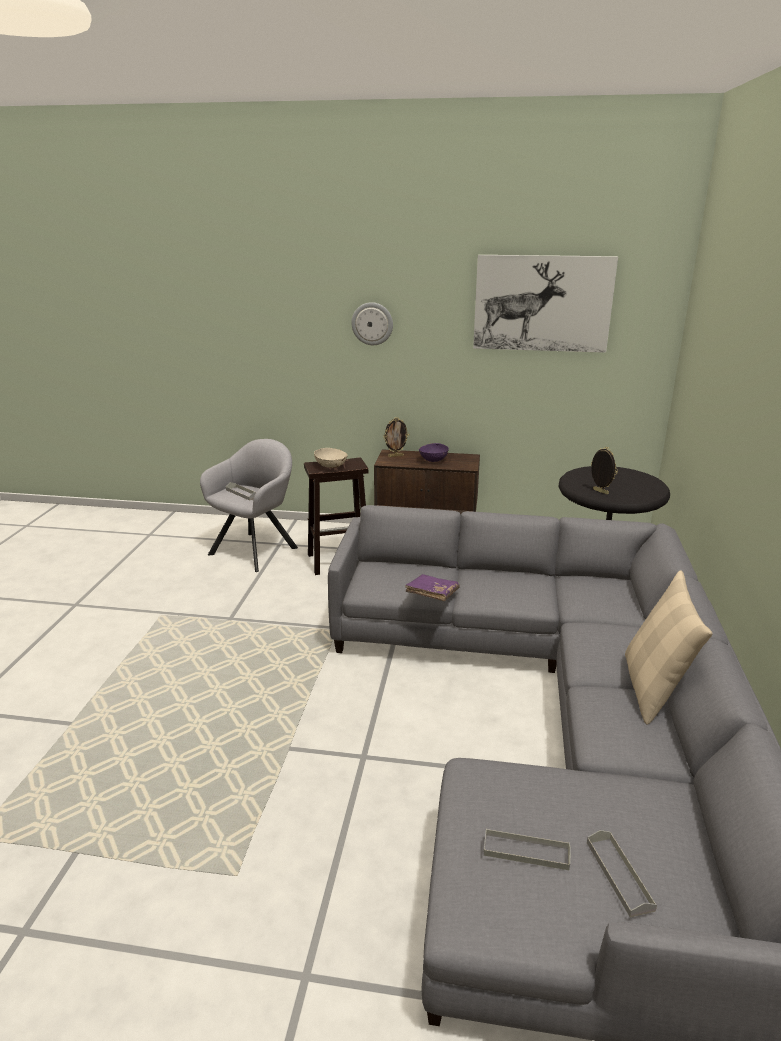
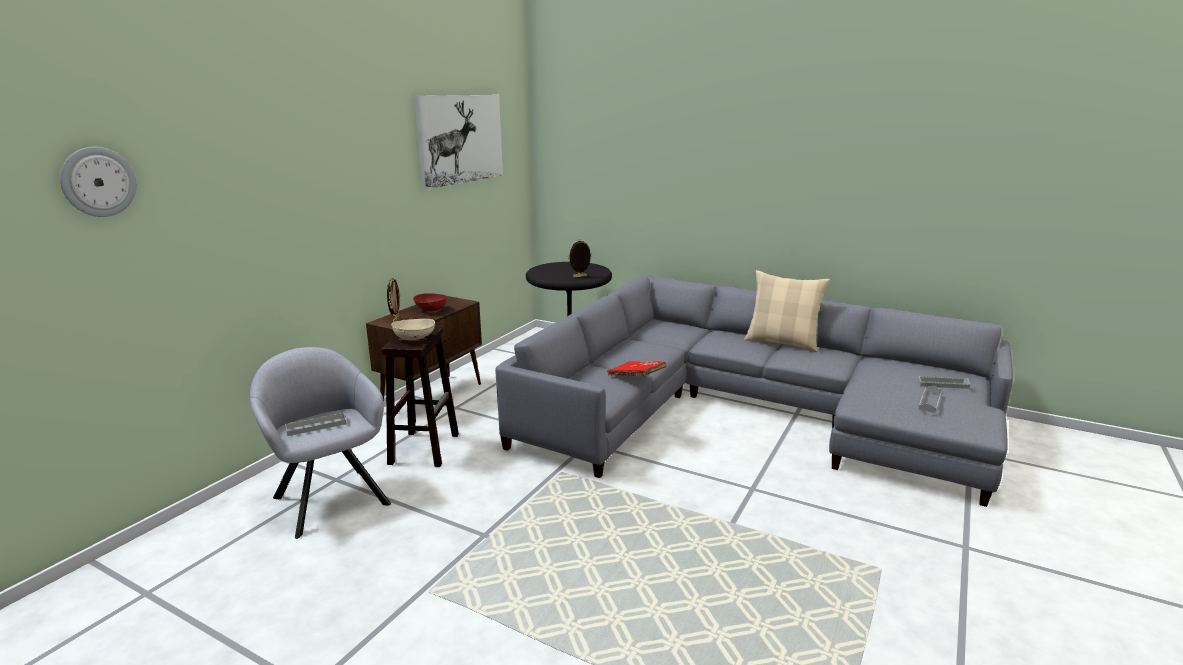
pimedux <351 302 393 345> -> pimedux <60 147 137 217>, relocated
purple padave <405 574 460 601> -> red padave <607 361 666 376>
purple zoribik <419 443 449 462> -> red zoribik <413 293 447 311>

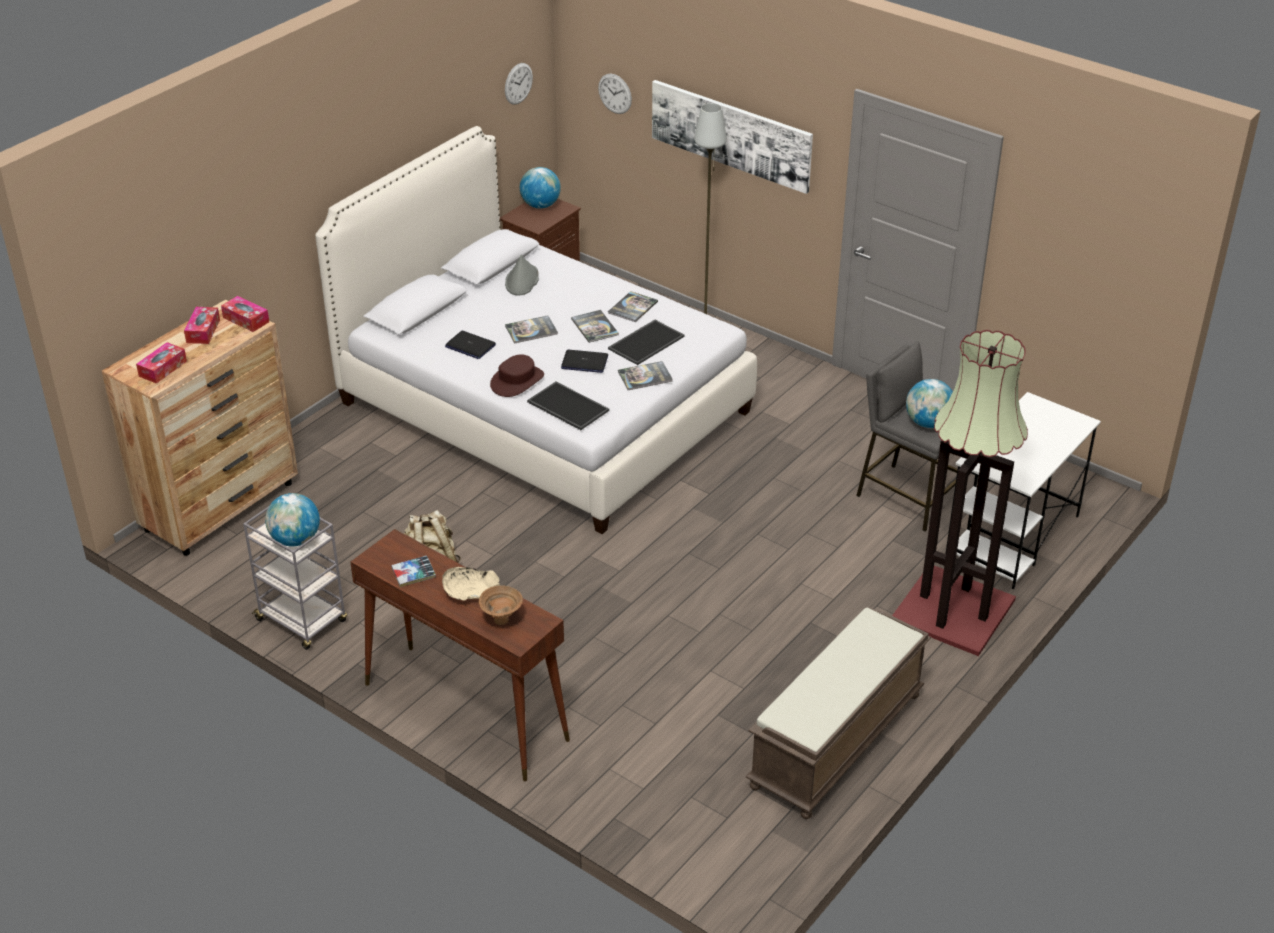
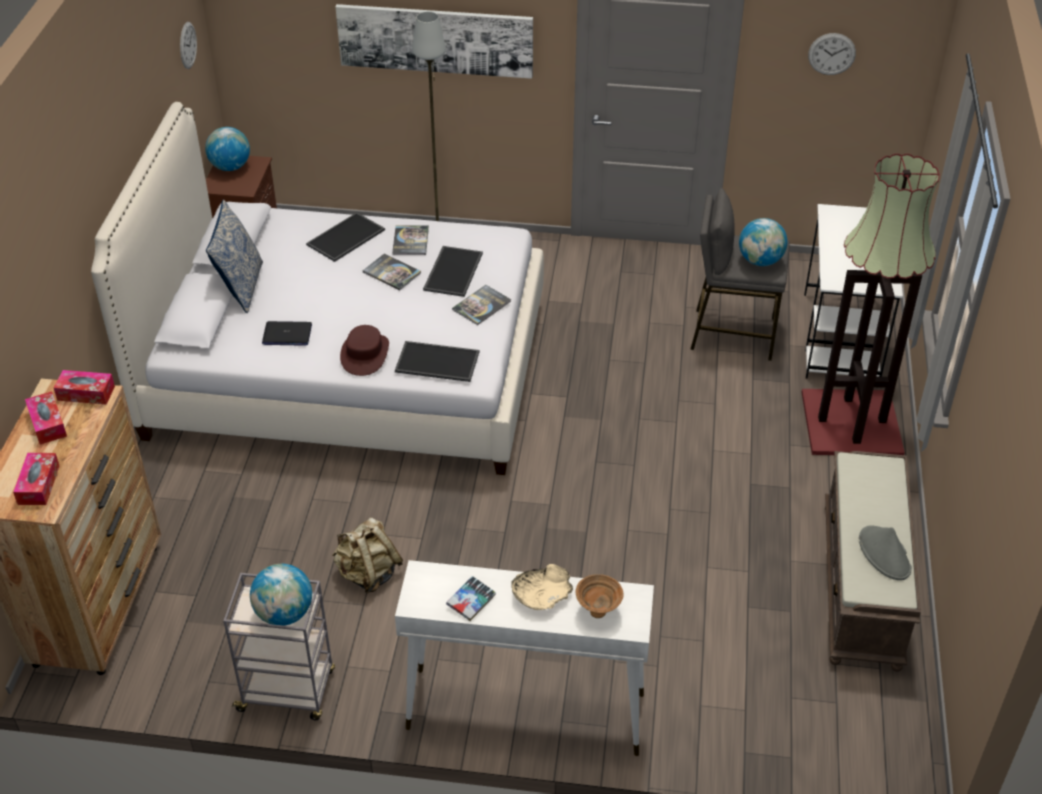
padave <505 315 558 344> -> none
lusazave <561 350 608 373> -> none
none -> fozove <206 199 263 313>
none -> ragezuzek <306 212 385 262>
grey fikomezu <505 255 539 295> -> grey fikomezu <859 525 912 580>, relocated
pimedux <598 74 632 114> -> pimedux <808 33 856 75>, relocated
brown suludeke <350 529 570 781> -> white suludeke <395 560 654 756>

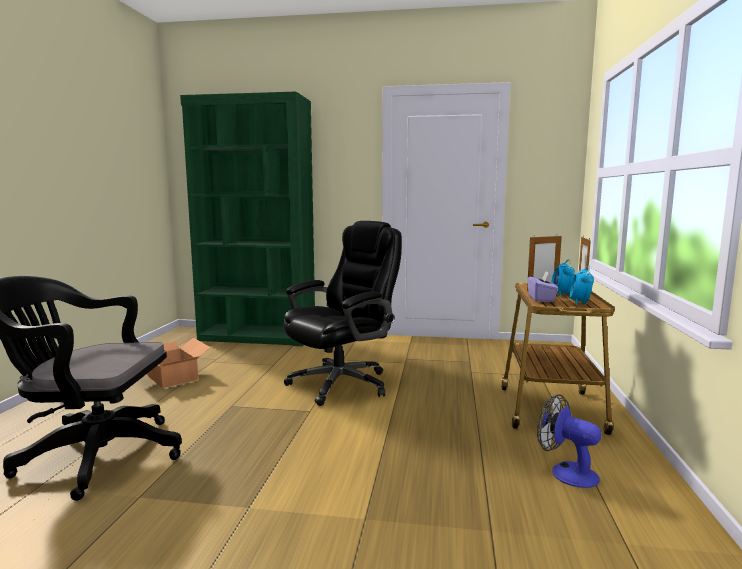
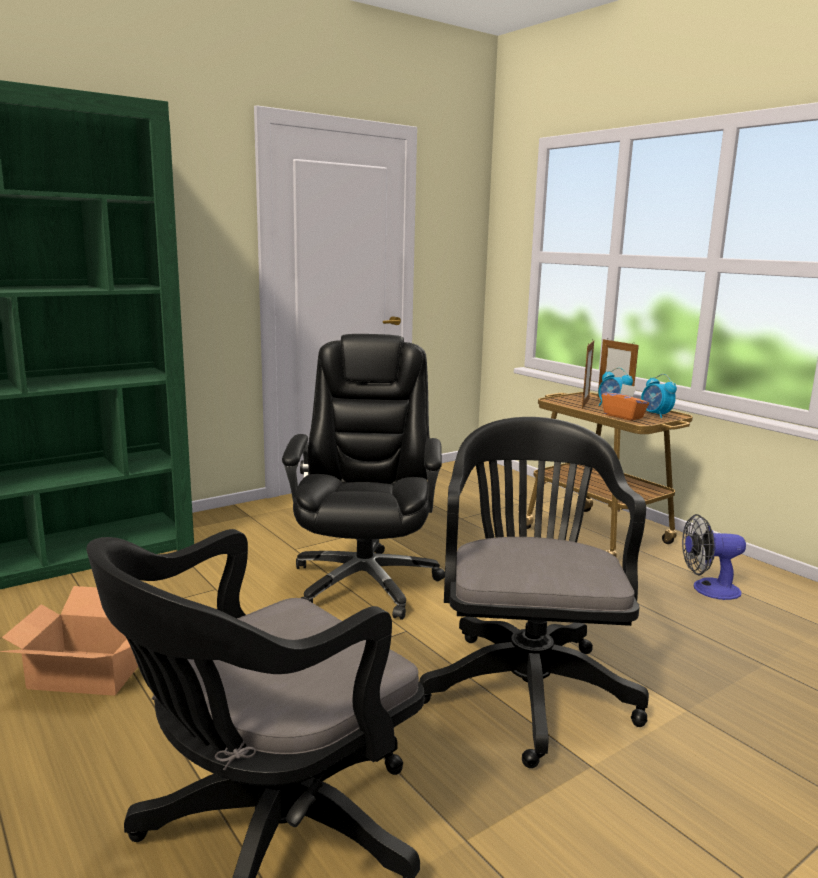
none -> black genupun <419 417 649 768>
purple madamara <527 271 558 302> -> orange madamara <602 384 649 420>

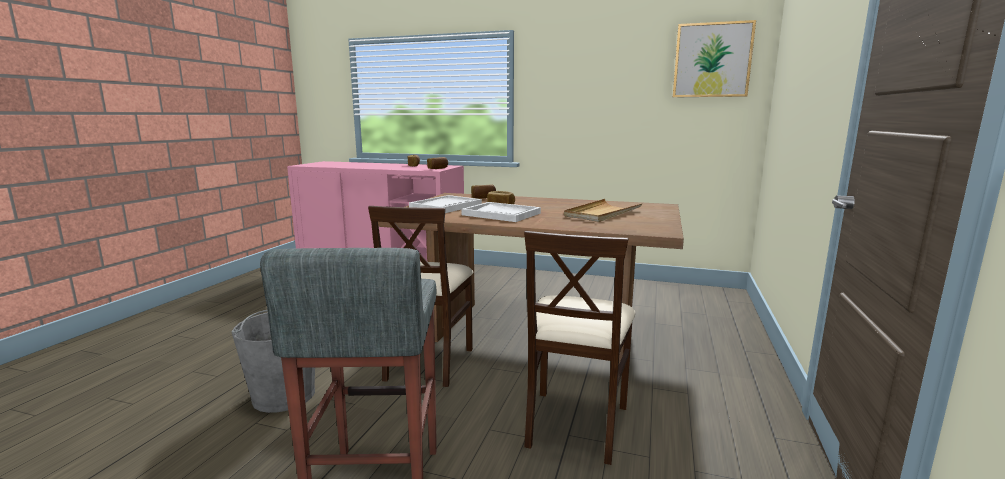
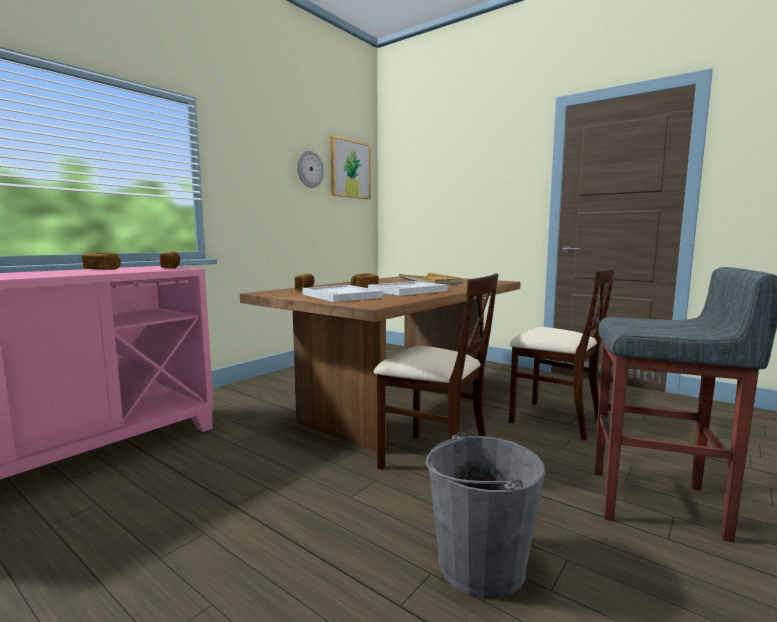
none -> pimedux <297 151 324 188>

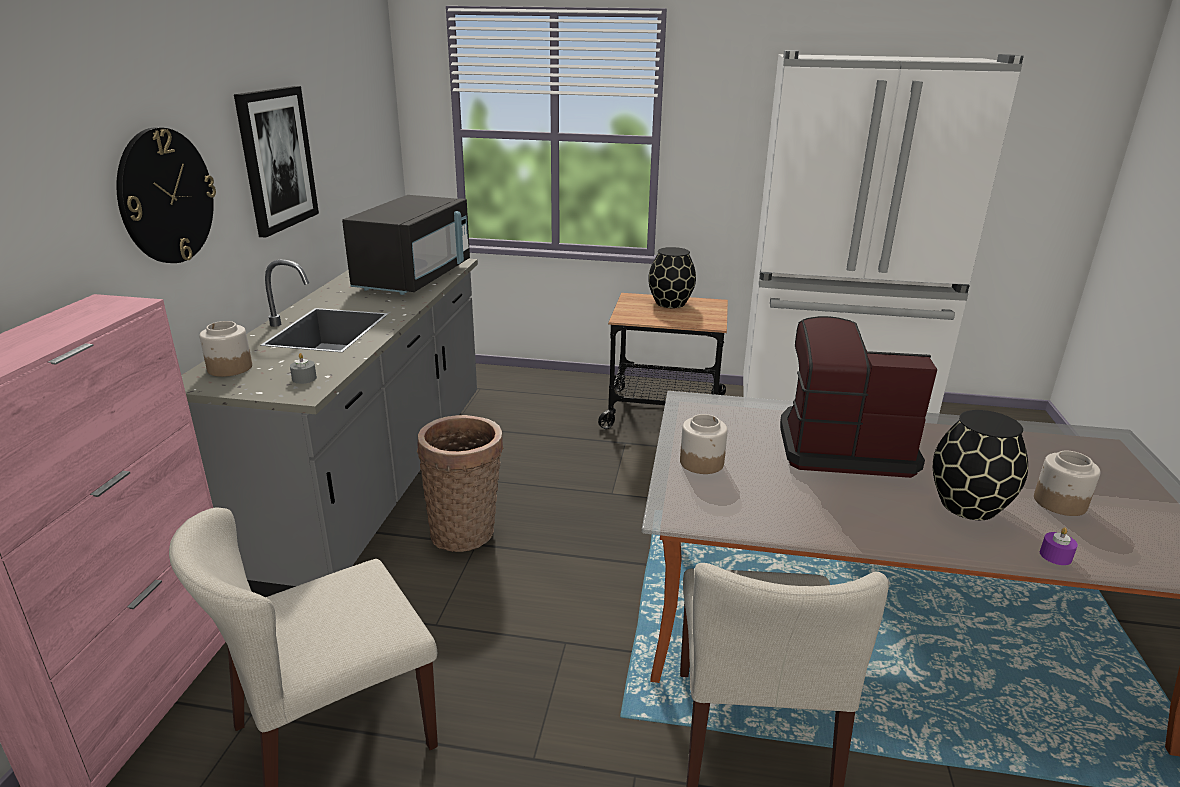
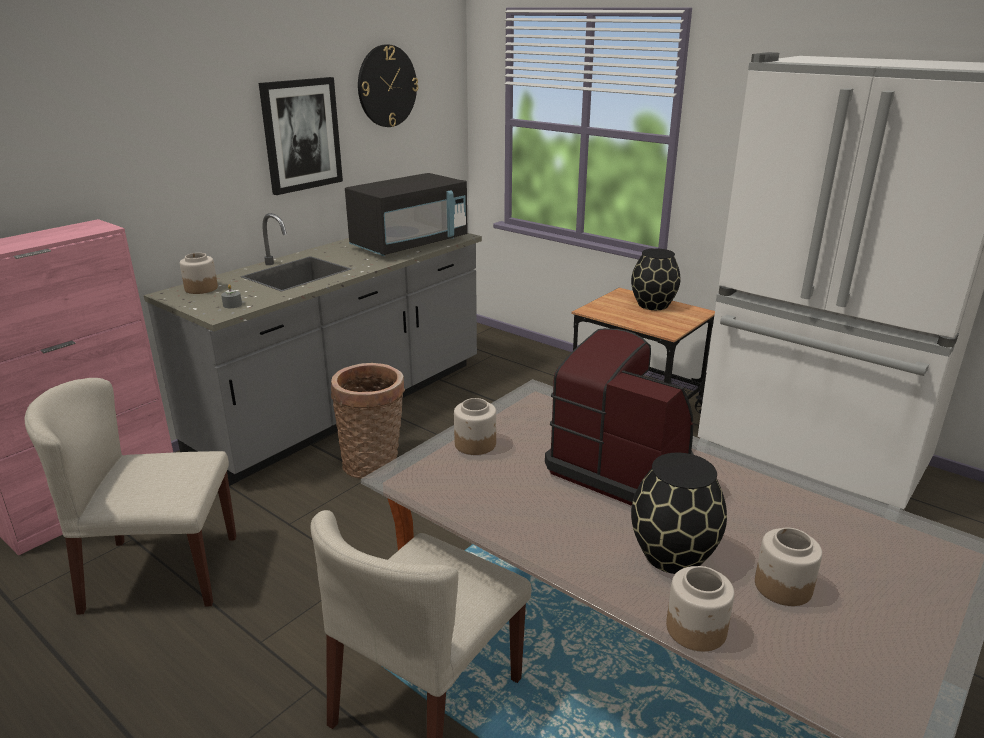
pimedux <116 127 216 263> -> pimedux <358 44 418 127>, relocated
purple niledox <1040 528 1078 565> -> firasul <666 566 734 651>

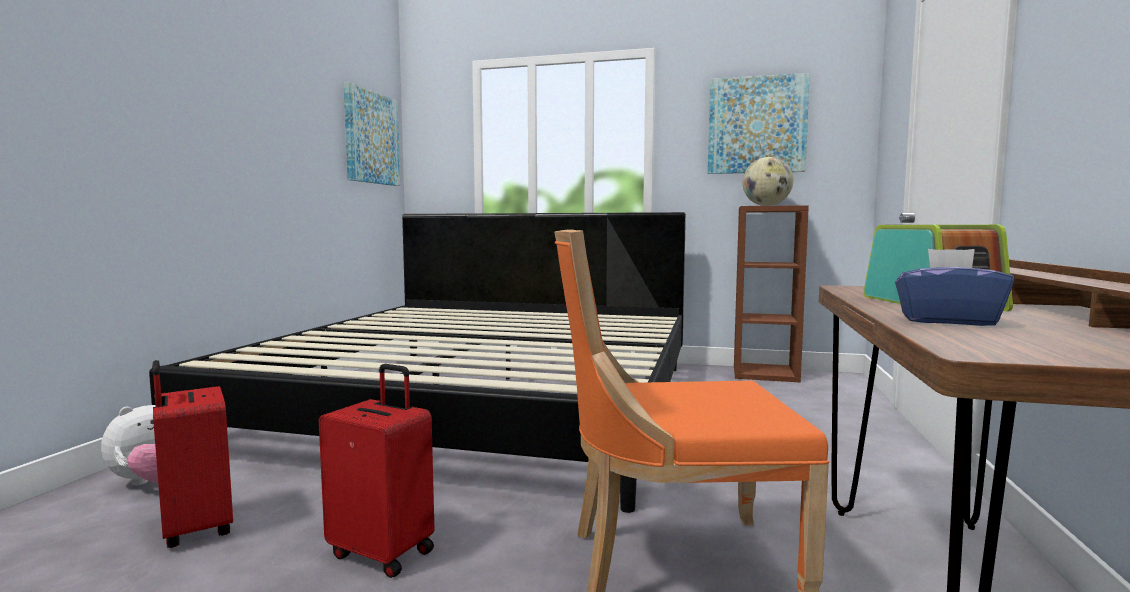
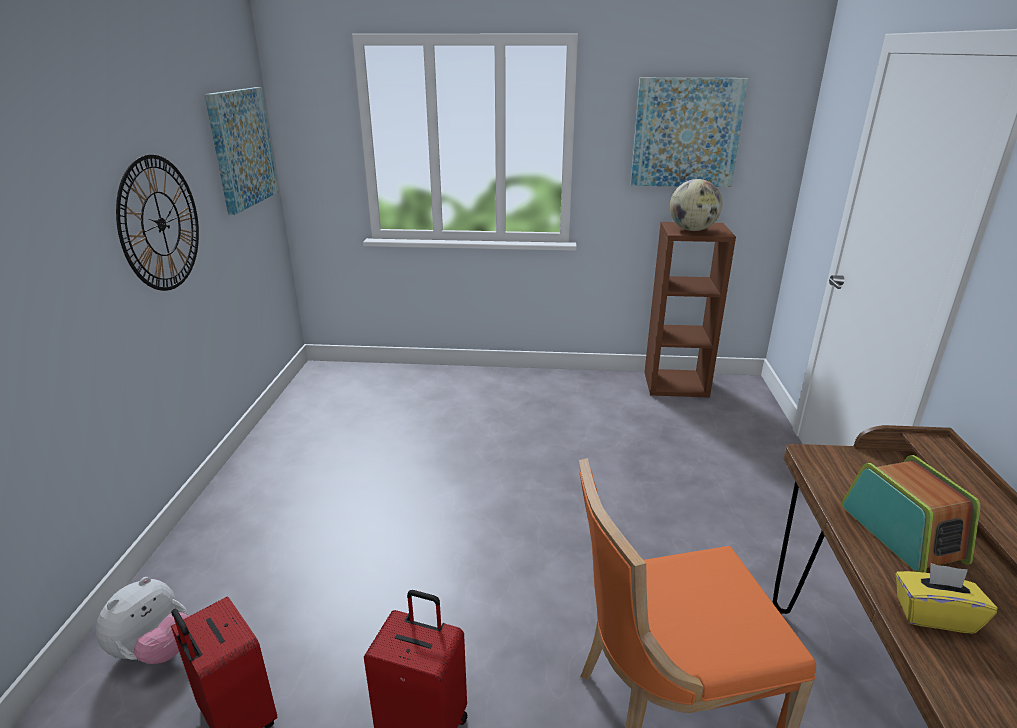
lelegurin <149 212 686 513> -> none
none -> pimedux <116 155 199 291>
blue madamara <895 249 1014 326> -> yellow madamara <895 563 998 634>

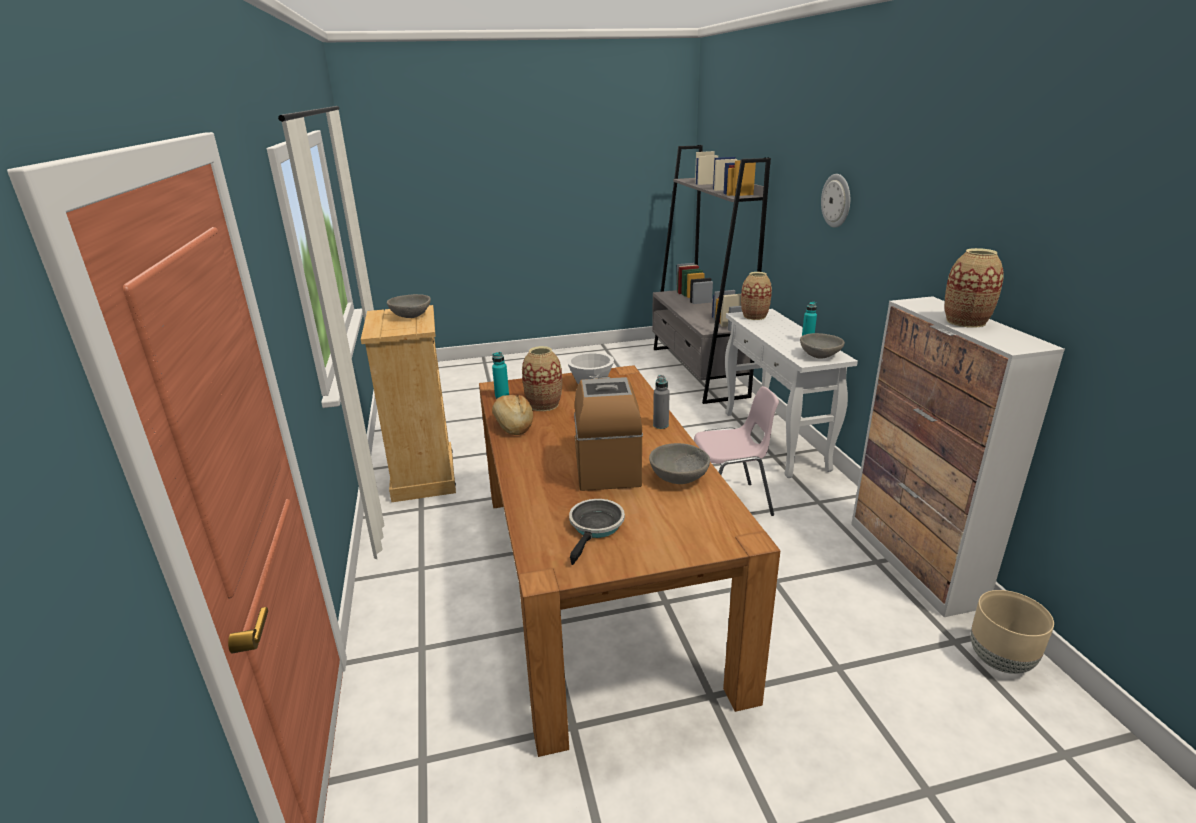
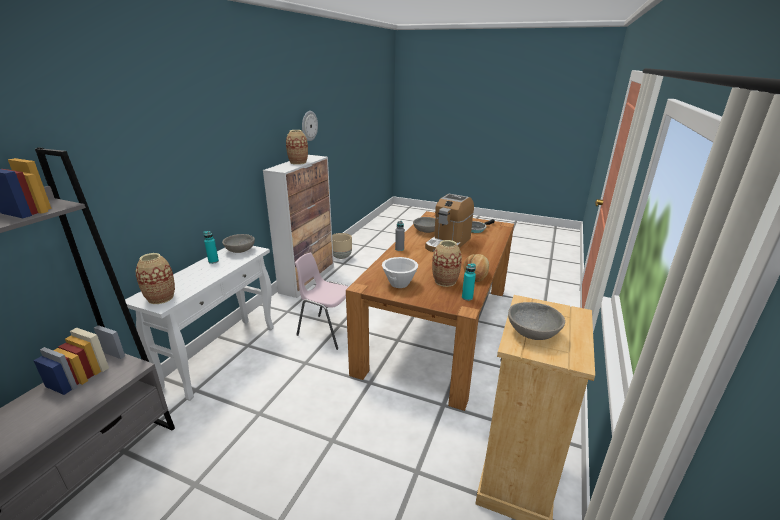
pimedux <821 174 850 228> -> pimedux <302 111 318 141>, relocated

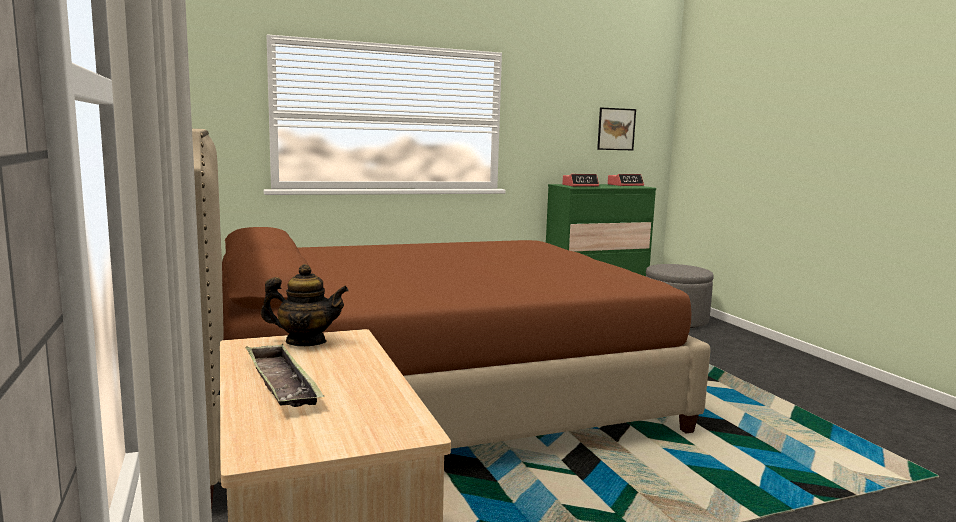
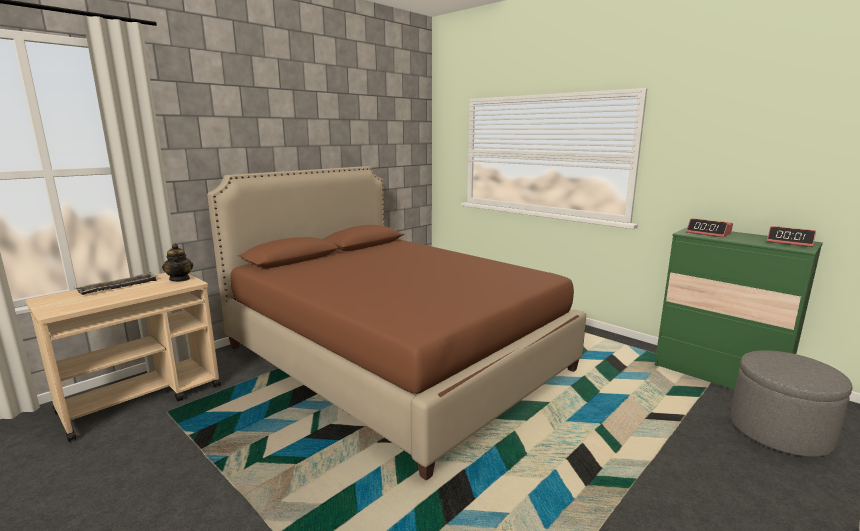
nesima <597 107 636 150> -> none

